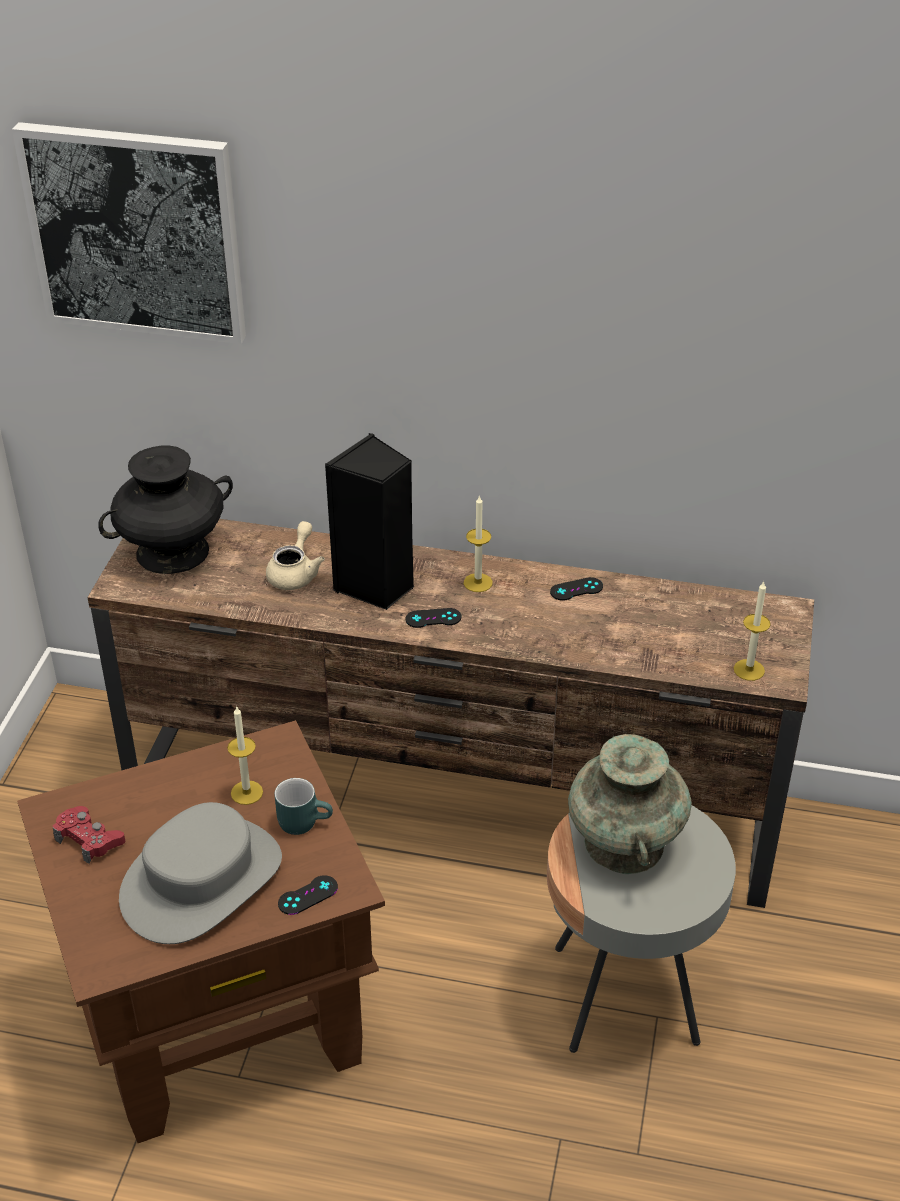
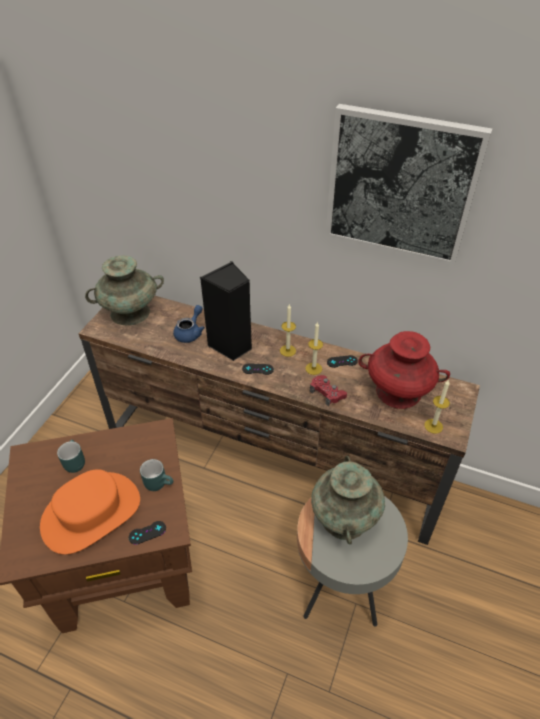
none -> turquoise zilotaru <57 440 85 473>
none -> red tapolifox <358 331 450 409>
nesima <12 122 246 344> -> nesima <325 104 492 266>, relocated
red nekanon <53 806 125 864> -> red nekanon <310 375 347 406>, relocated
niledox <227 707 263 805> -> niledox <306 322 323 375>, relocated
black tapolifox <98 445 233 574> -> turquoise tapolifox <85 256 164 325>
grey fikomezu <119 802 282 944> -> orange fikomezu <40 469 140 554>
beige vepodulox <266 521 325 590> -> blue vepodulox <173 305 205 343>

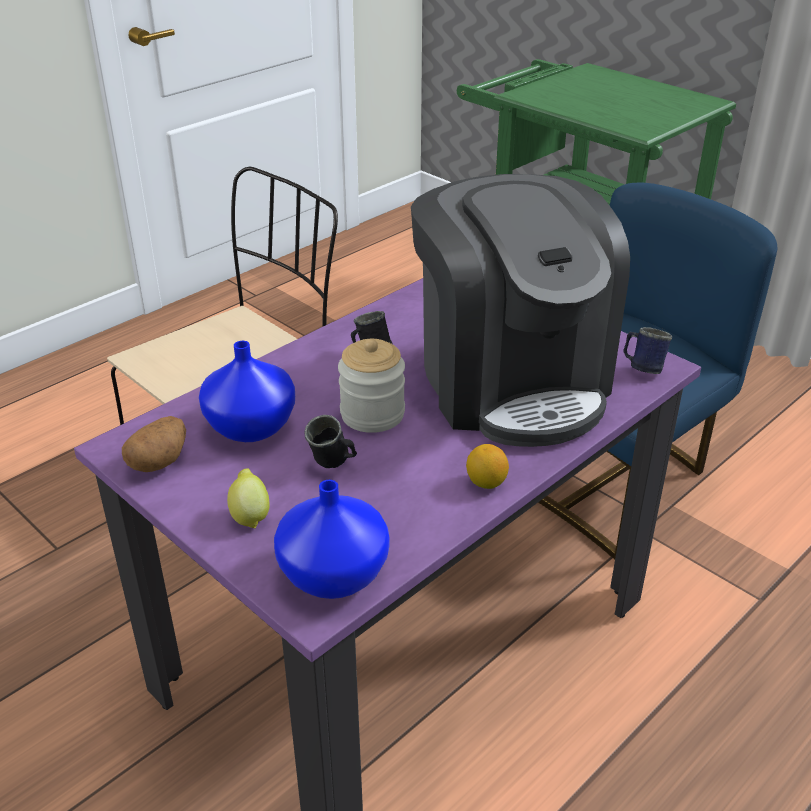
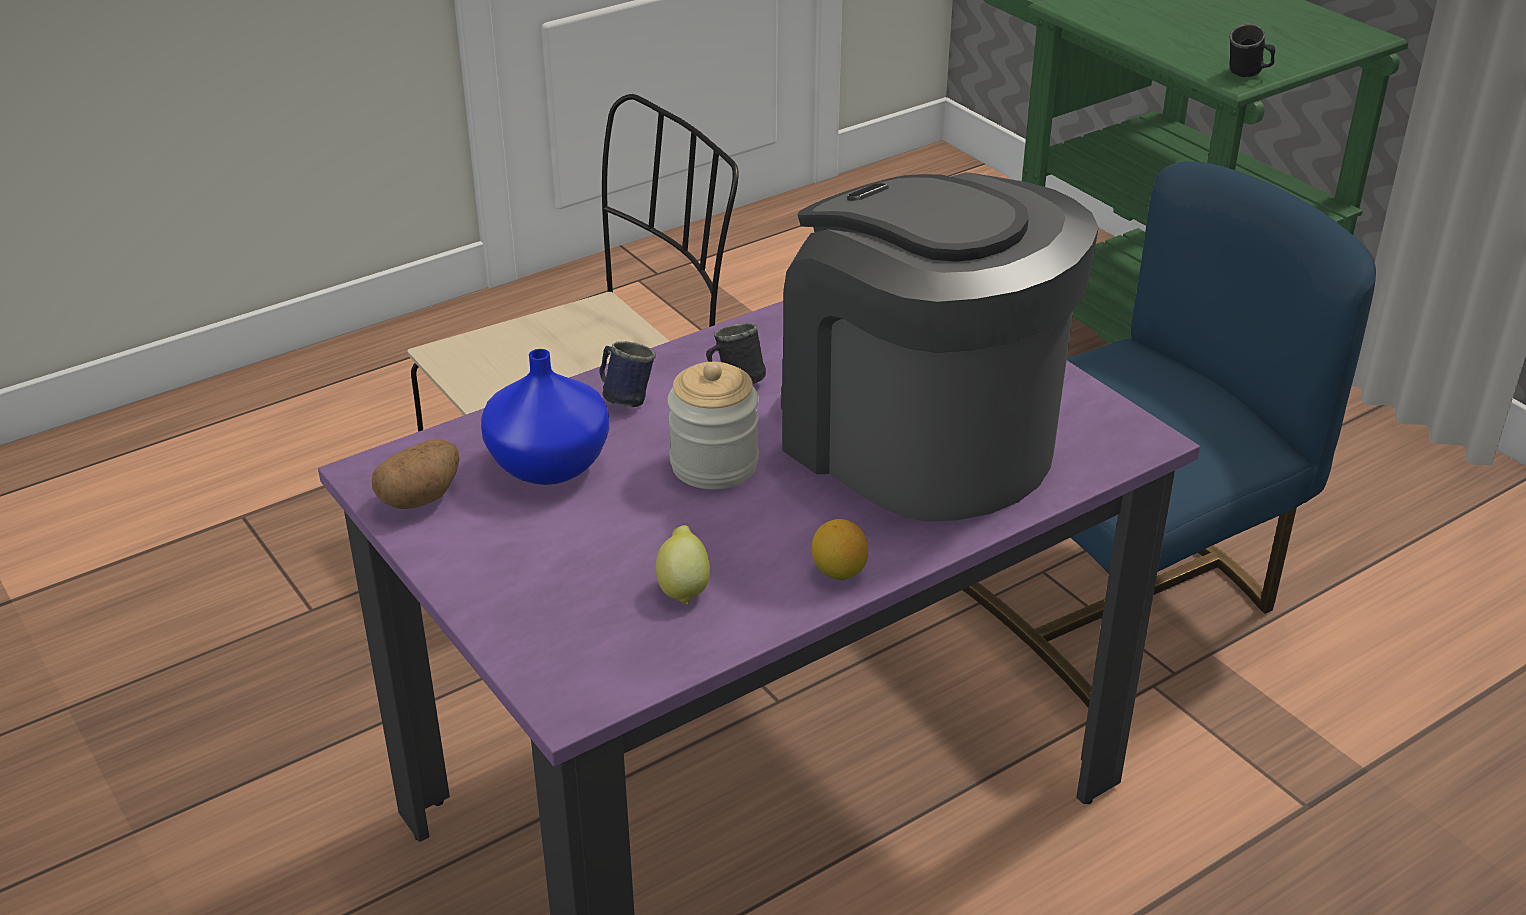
blue tapolifox <274 480 390 599> -> none
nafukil <227 468 270 529> -> nafukil <656 525 710 605>, relocated
black zilotaru <304 415 357 468> -> black zilotaru <1230 23 1275 77>, relocated
blue zilotaru <624 327 672 374> -> blue zilotaru <599 341 656 407>, relocated
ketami <411 174 630 447> -> ketami <781 172 1099 522>, 150 degrees clockwise

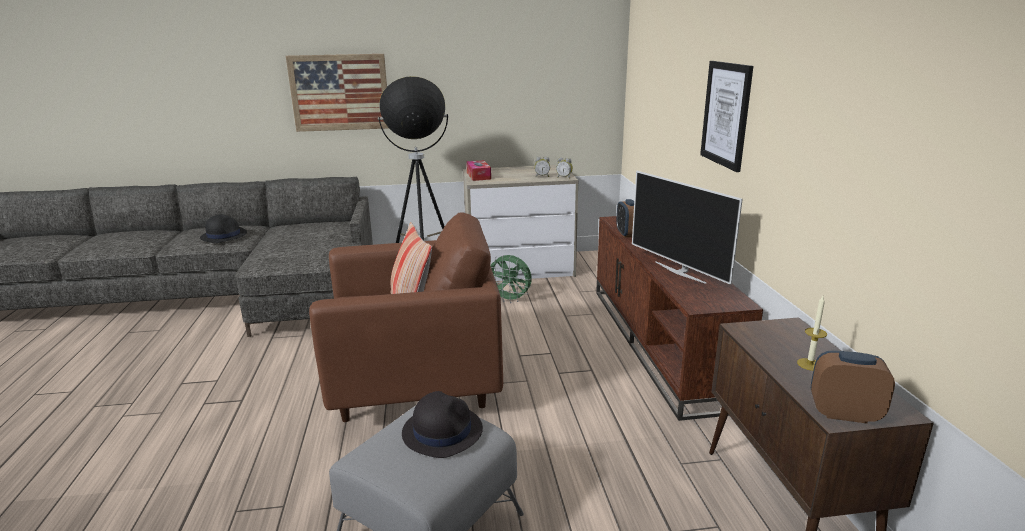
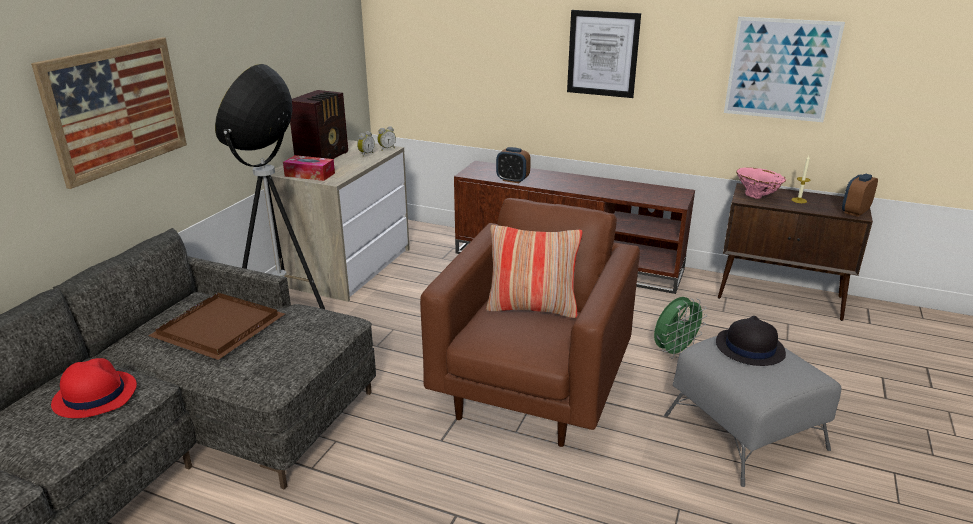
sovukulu <632 171 743 285> -> none
none -> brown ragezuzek <148 293 285 360>
none -> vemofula <290 90 348 159>
none -> nesima <724 17 845 122>
none -> pink tapolifox <736 167 786 199>
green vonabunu <490 255 532 303> -> green vonabunu <654 297 707 359>, relocated
black fikomezu <200 214 247 243> -> red fikomezu <51 358 137 418>

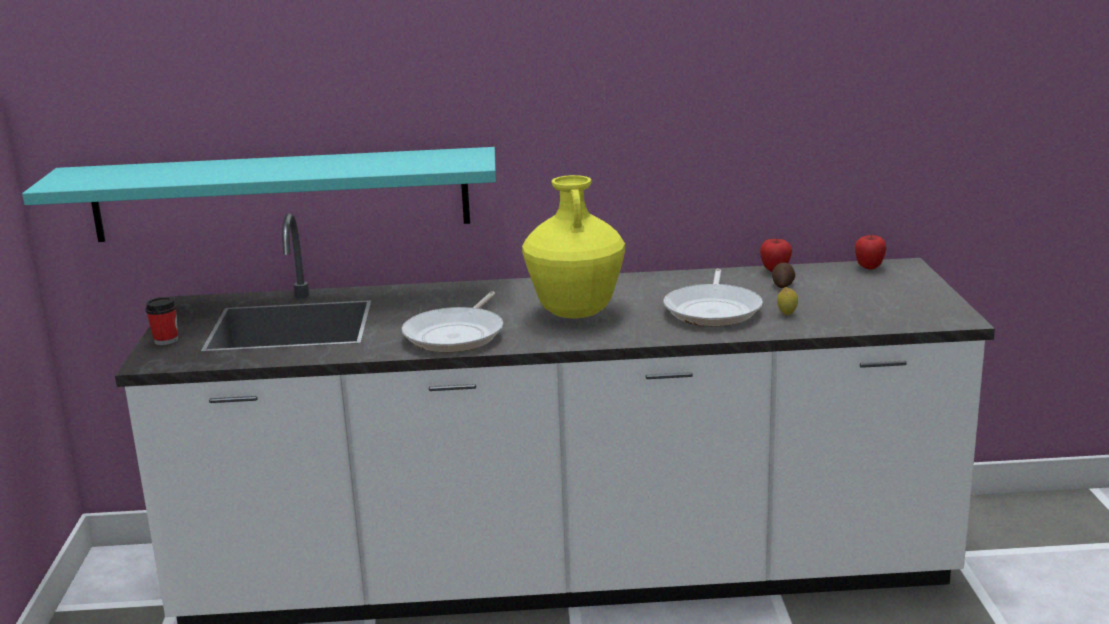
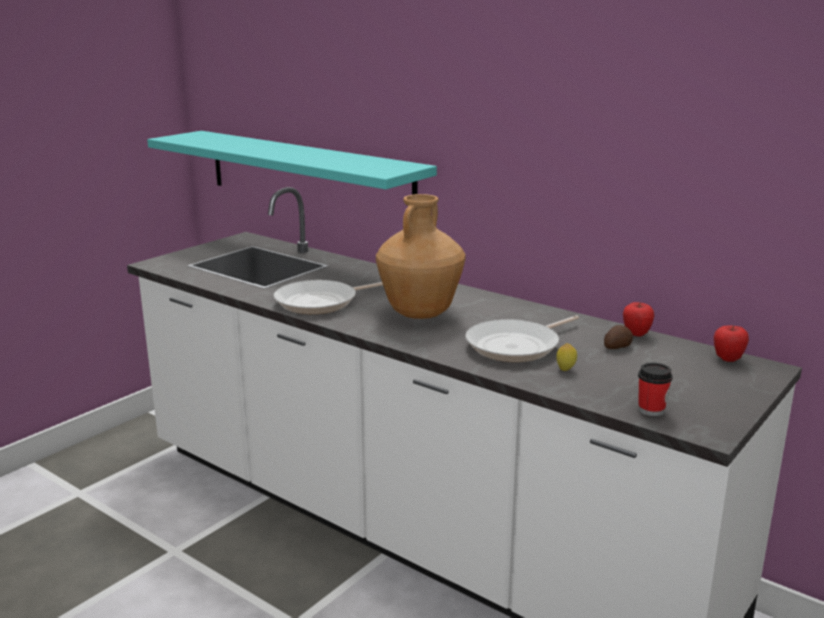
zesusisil <145 297 178 345> -> zesusisil <638 363 673 416>, relocated
yellow tapolifox <522 175 625 318> -> brown tapolifox <376 194 466 319>

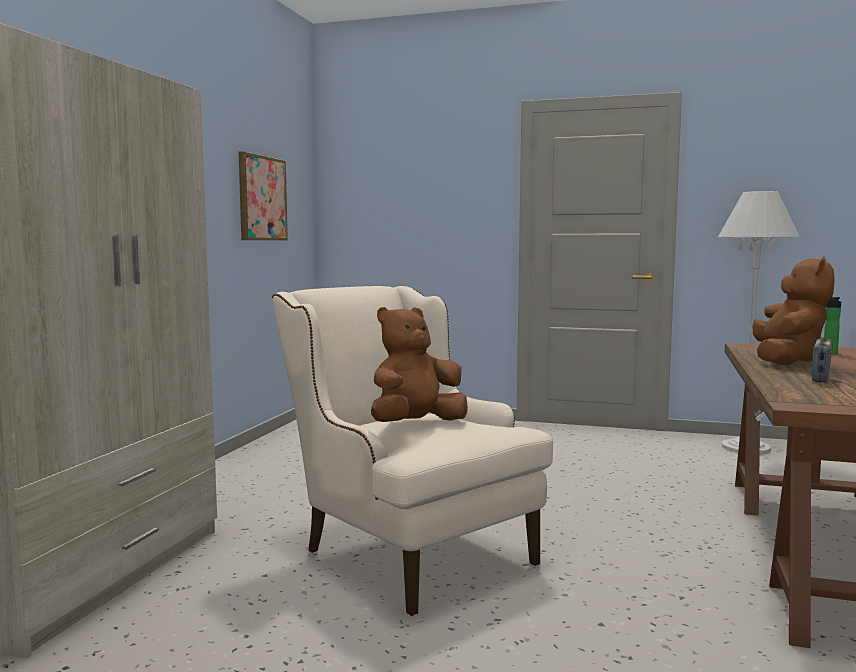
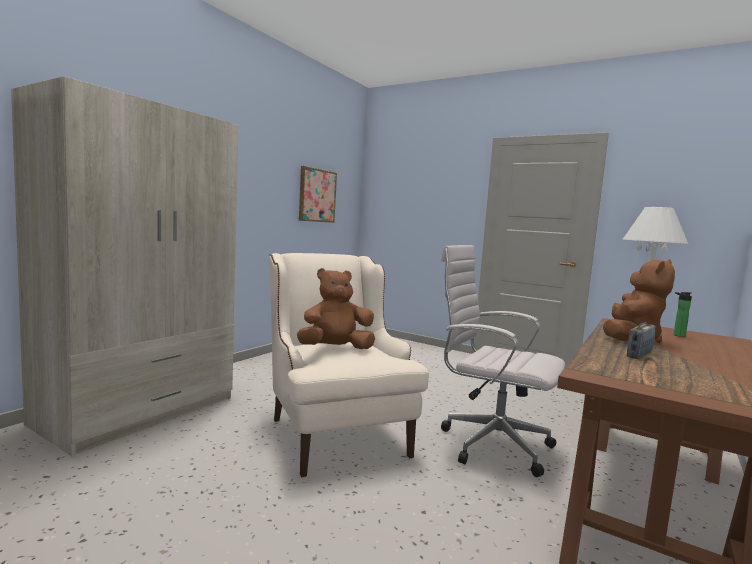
none -> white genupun <441 245 565 477>

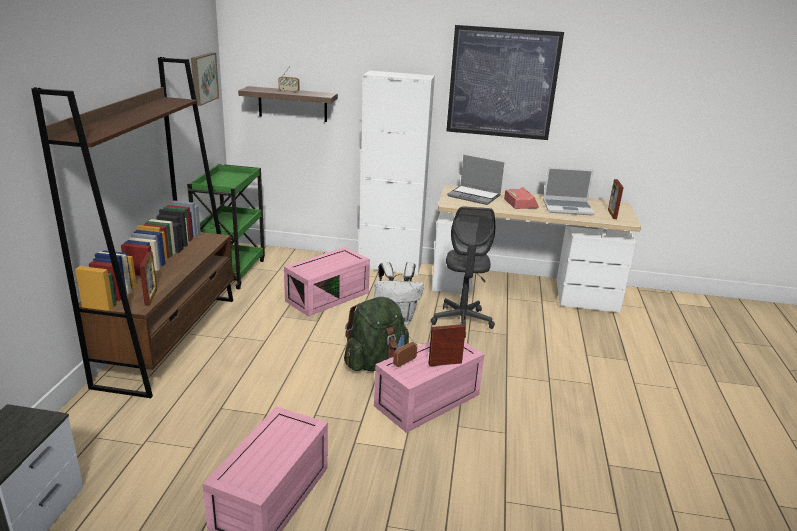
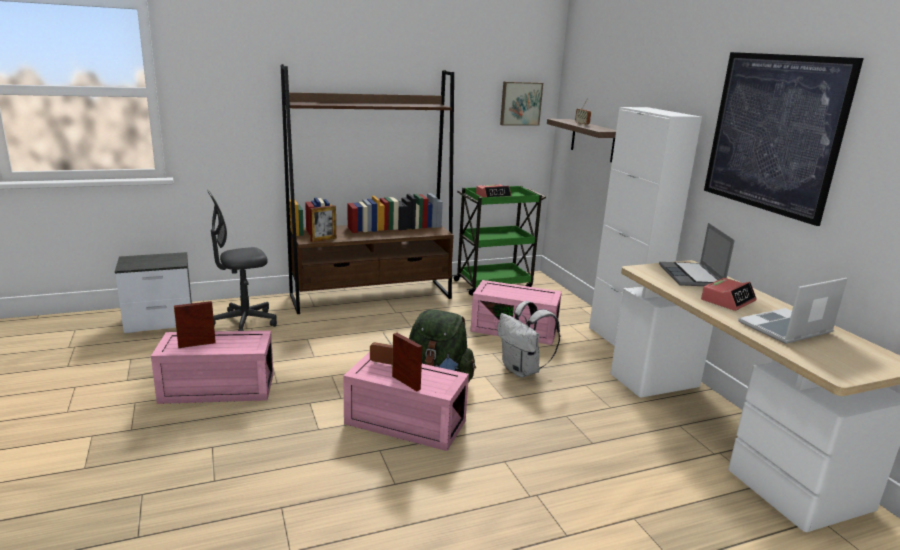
none -> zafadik <476 184 511 197>
grey genupun <431 207 495 338> -> grey genupun <207 190 277 331>, relocated
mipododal <608 179 624 219> -> mipododal <174 301 216 348>, relocated
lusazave <543 167 595 215> -> lusazave <738 278 848 344>, 90 degrees clockwise

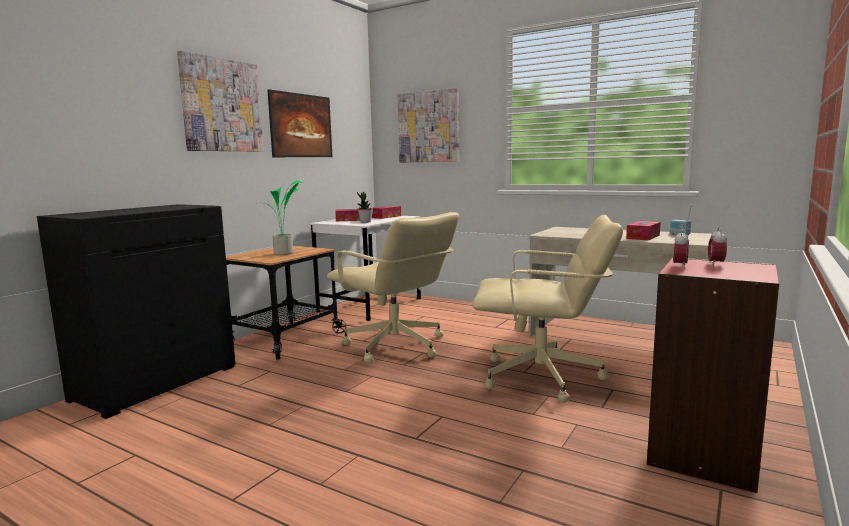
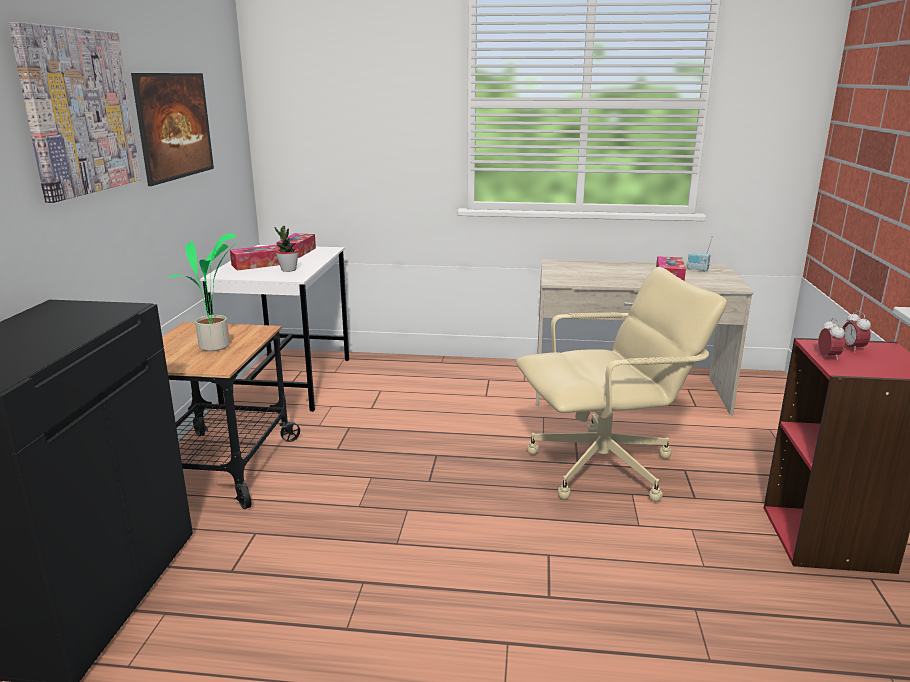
beige genupun <327 212 459 363> -> none
nesima <397 88 459 163> -> none

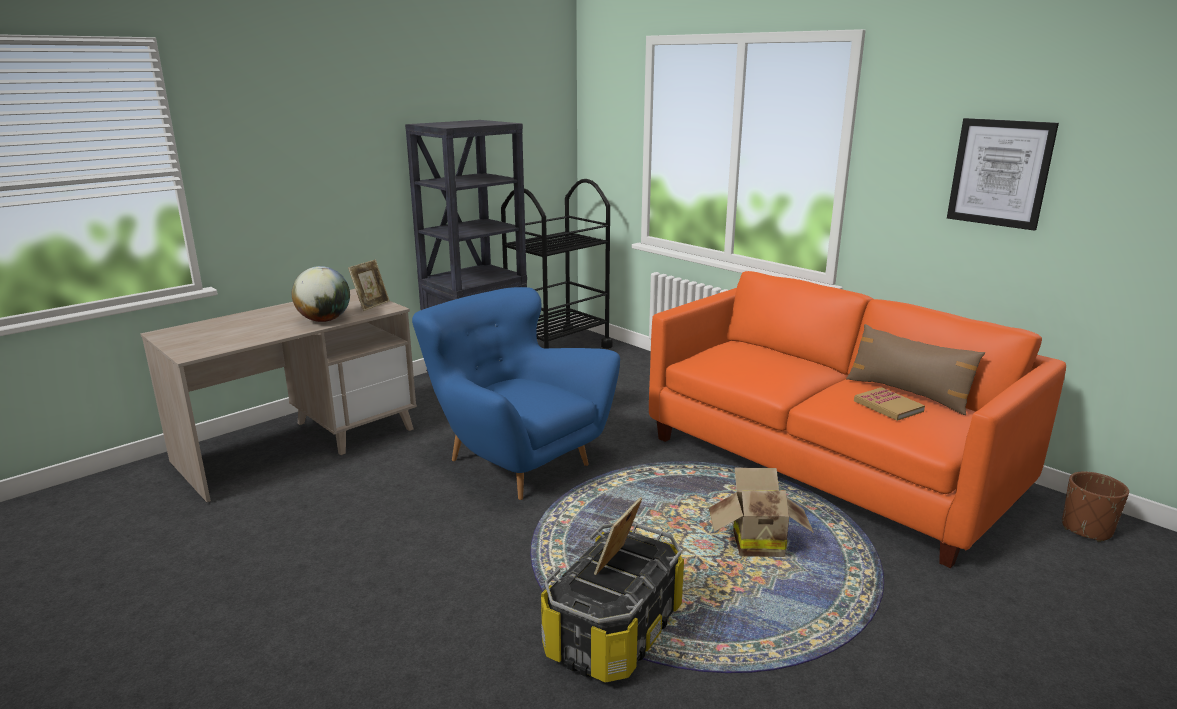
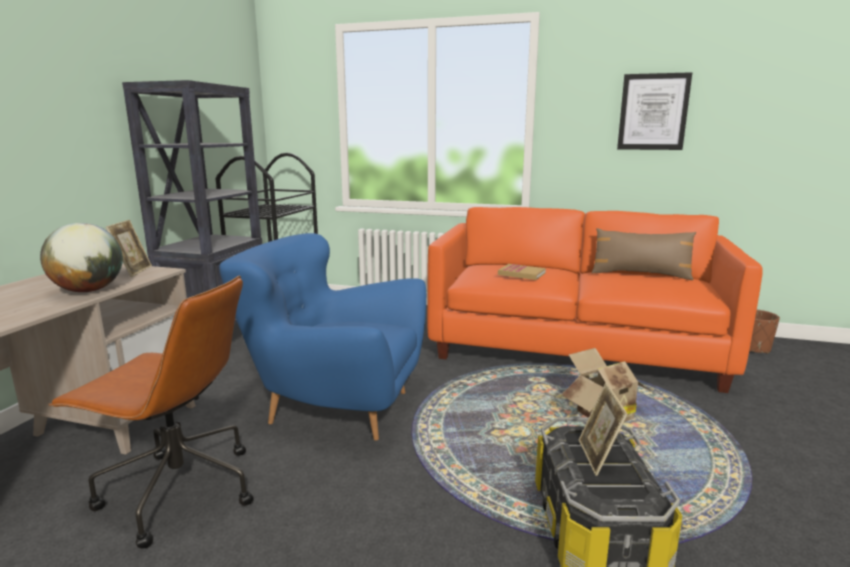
none -> brown genupun <48 276 254 549>
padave <854 387 925 421> -> padave <498 264 546 280>, relocated

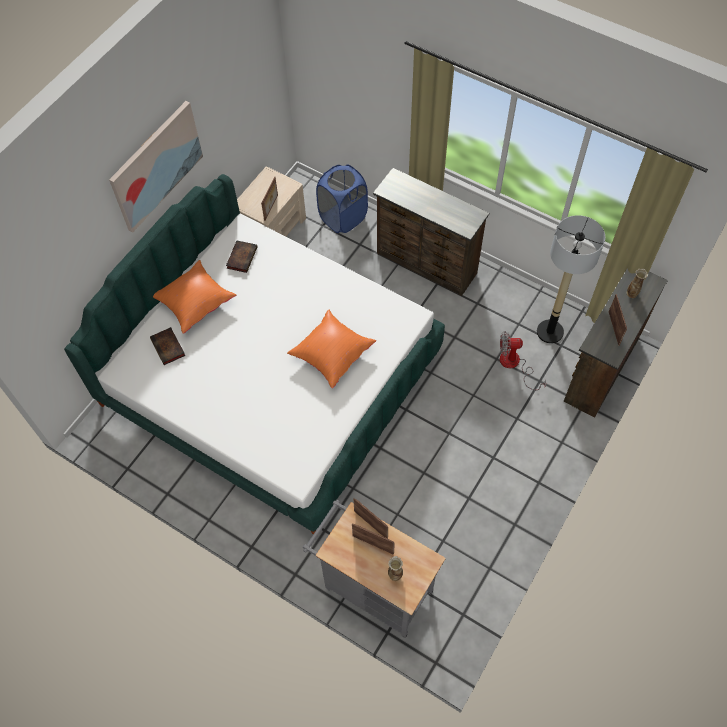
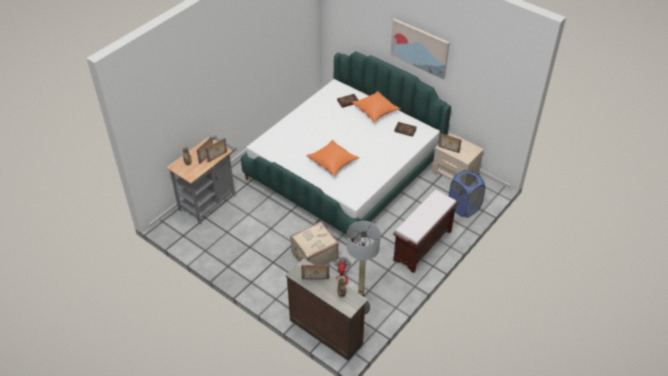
none -> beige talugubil <290 221 339 265>
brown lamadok <373 168 489 296> -> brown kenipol <393 190 458 273>

